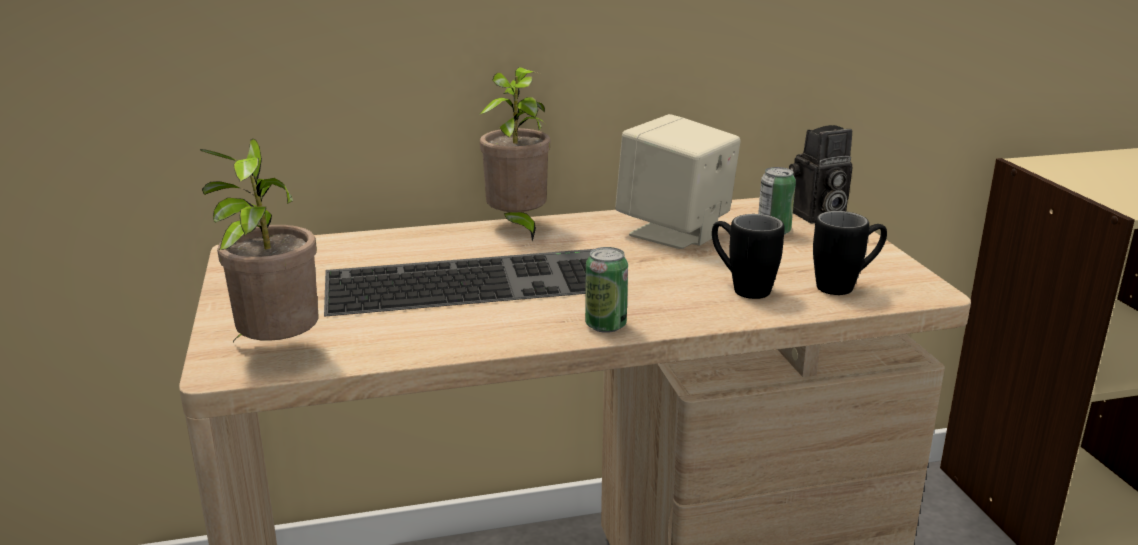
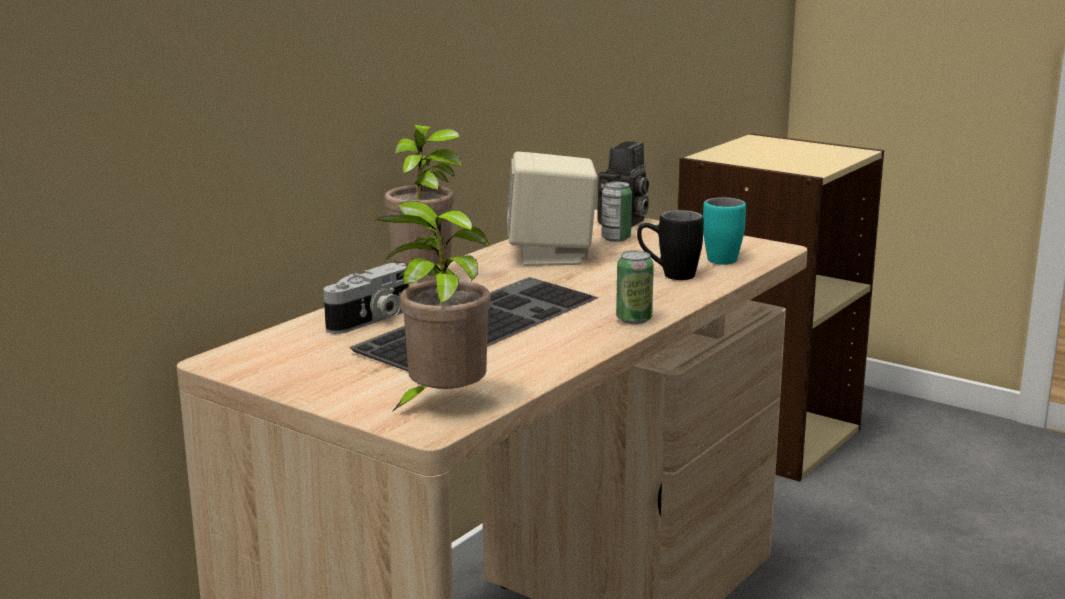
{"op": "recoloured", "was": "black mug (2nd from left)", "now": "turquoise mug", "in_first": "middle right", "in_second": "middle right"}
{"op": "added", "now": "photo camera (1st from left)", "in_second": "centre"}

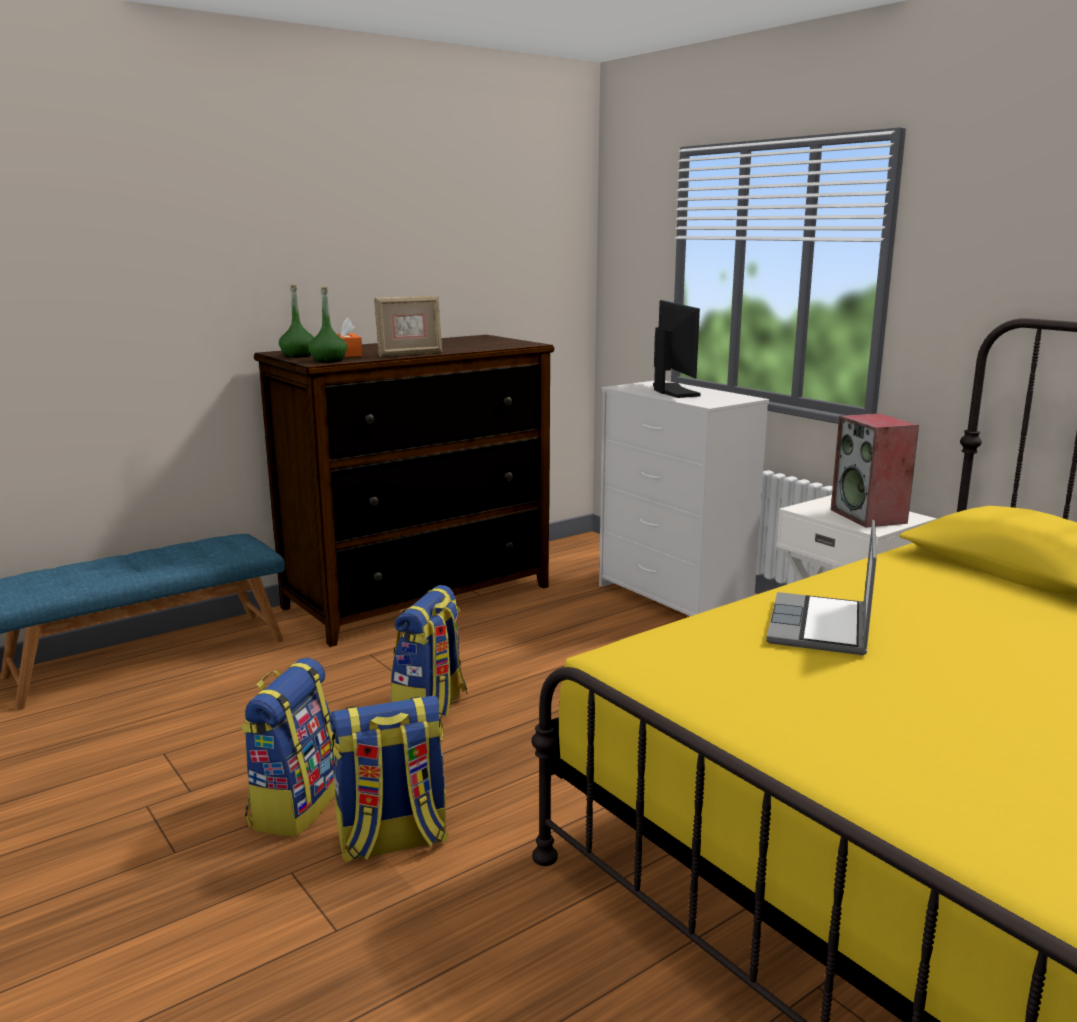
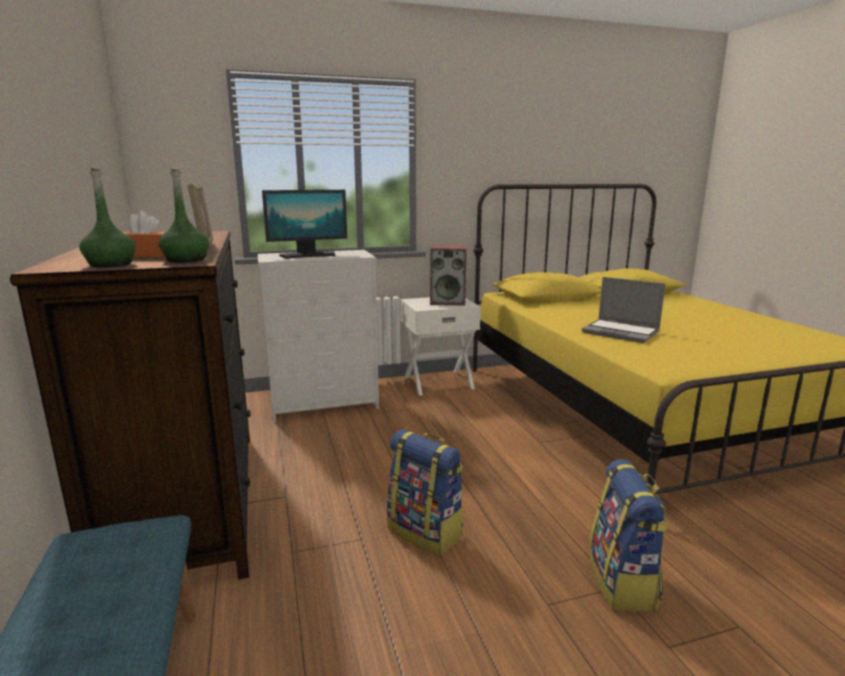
{"op": "removed", "was": "backpack (1st from left)", "in_first": "bottom left"}
{"op": "turned", "was": "monitor", "in_first": "centre", "in_second": "top centre", "clockwise": 150}

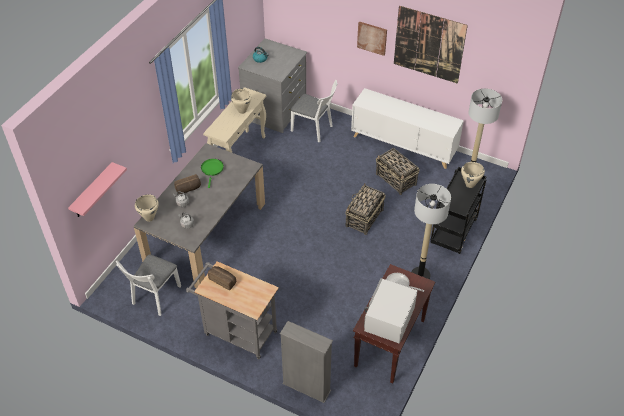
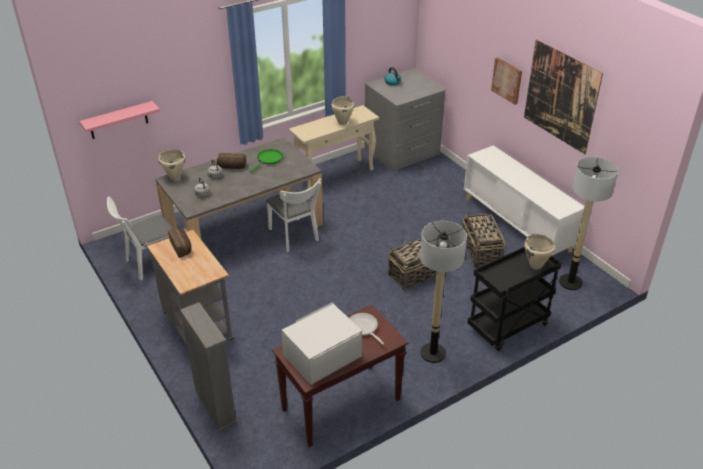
{"op": "moved", "was": "white chair (2nd from left)", "in_first": "top centre", "in_second": "centre"}

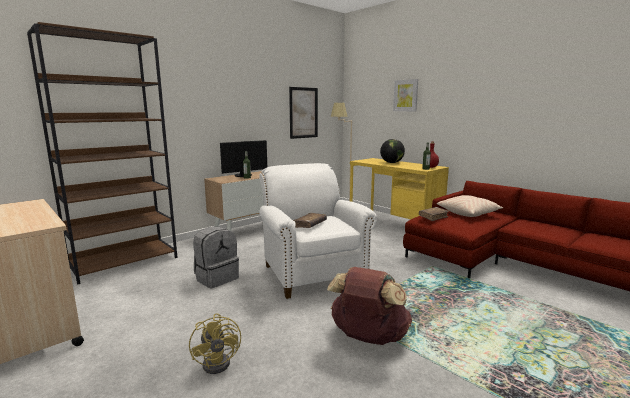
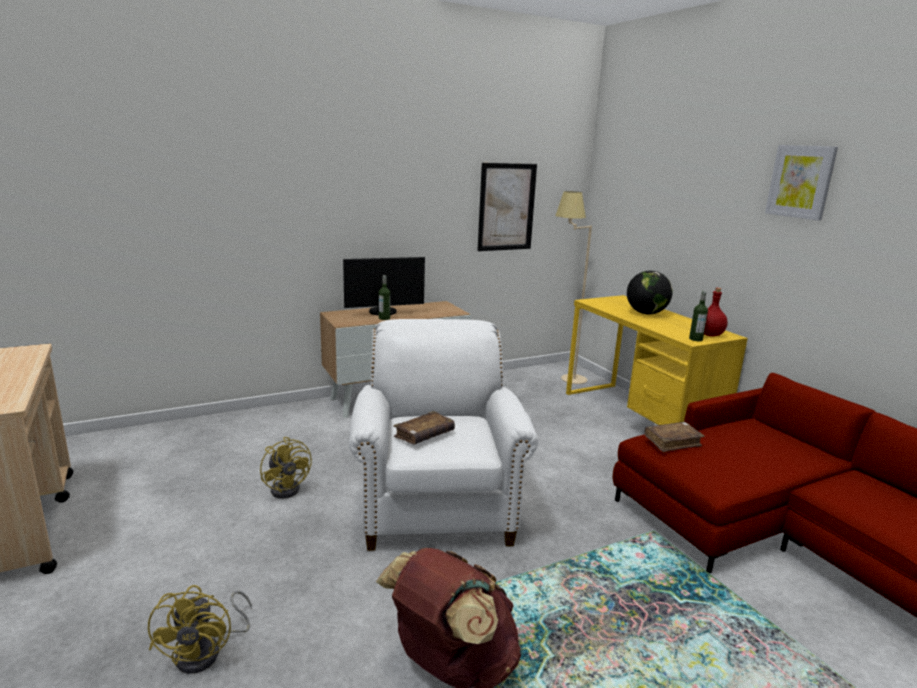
{"op": "removed", "was": "brown bookcase", "in_first": "middle left"}
{"op": "replaced", "was": "grey backpack", "now": "yellow fan (2nd from left)", "in_first": "centre", "in_second": "bottom left"}
{"op": "moved", "was": "picture (2nd from left)", "in_first": "top centre", "in_second": "top right"}
{"op": "removed", "was": "beige pillow", "in_first": "middle right"}

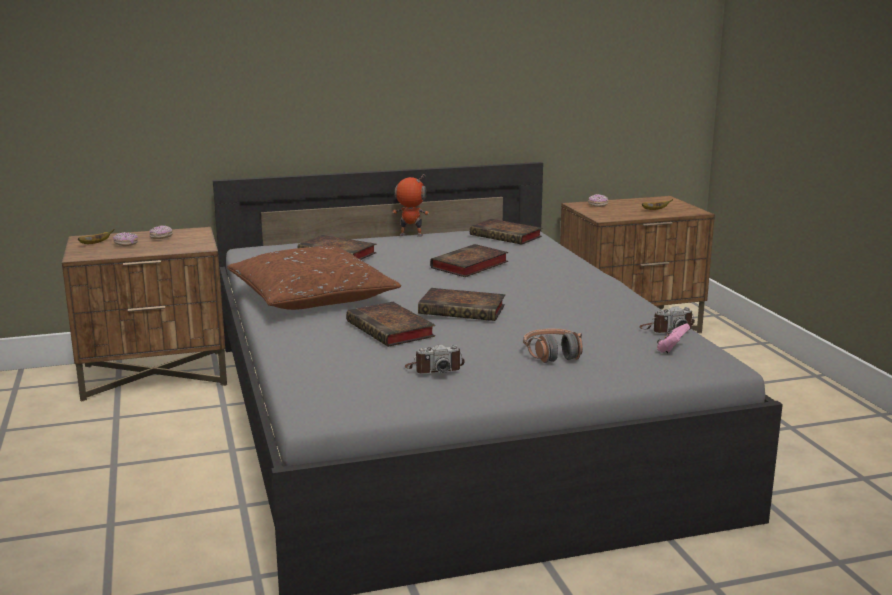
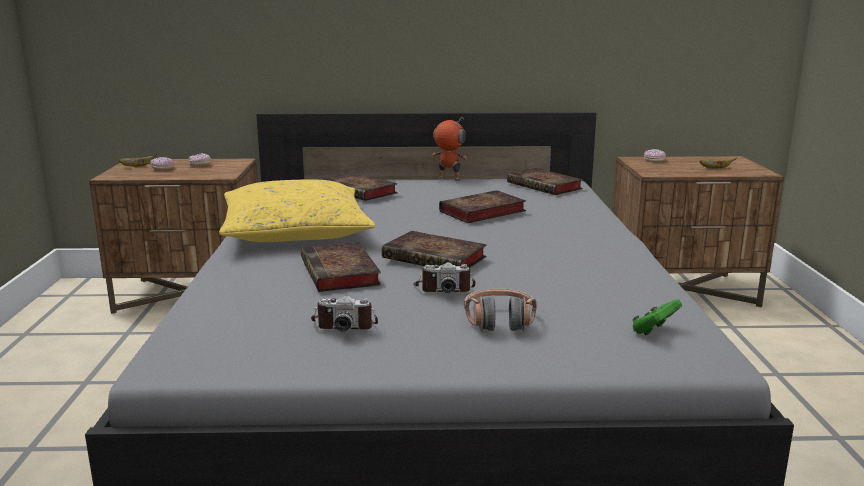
{"op": "recoloured", "was": "brown pillow", "now": "yellow pillow", "in_first": "centre", "in_second": "centre"}
{"op": "moved", "was": "photo camera (2nd from left)", "in_first": "middle right", "in_second": "centre"}
{"op": "recoloured", "was": "pink game controller", "now": "green game controller", "in_first": "middle right", "in_second": "middle right"}

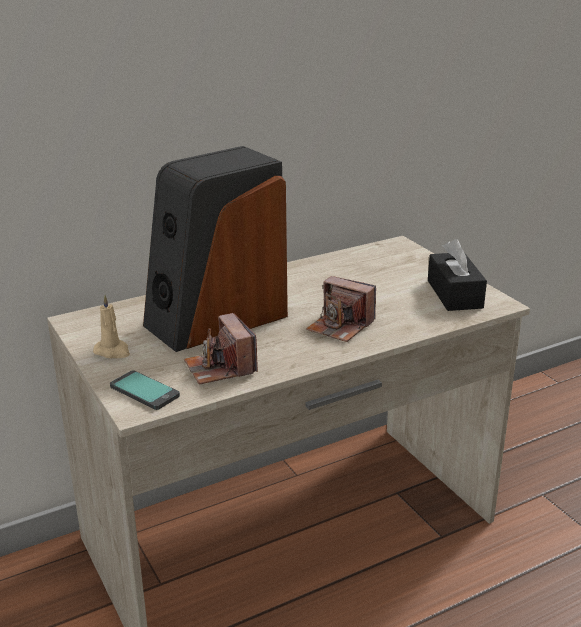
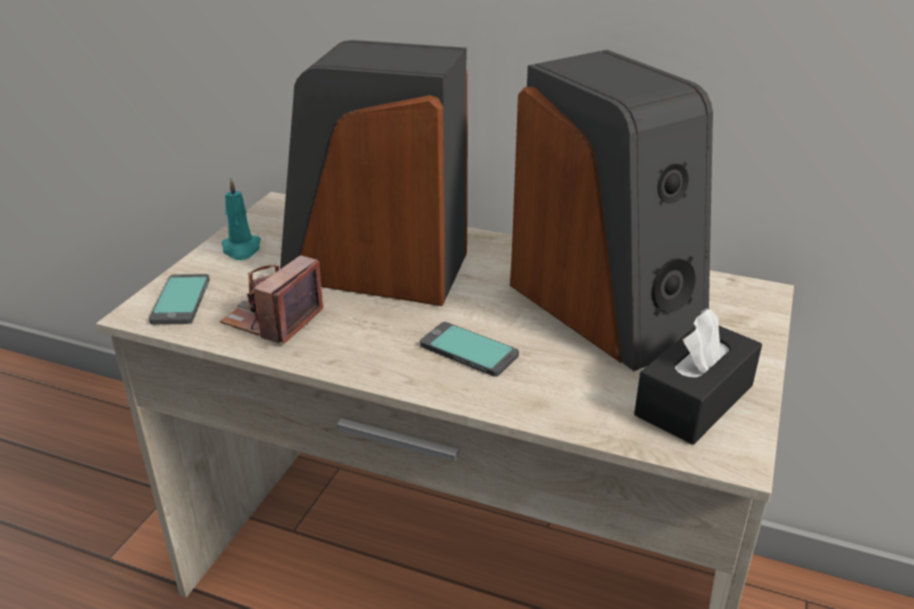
{"op": "recoloured", "was": "beige candle", "now": "turquoise candle", "in_first": "middle left", "in_second": "middle left"}
{"op": "replaced", "was": "photo camera (2nd from left)", "now": "phone (2nd from left)", "in_first": "centre", "in_second": "centre"}
{"op": "added", "now": "speaker (2nd from left)", "in_second": "middle right"}

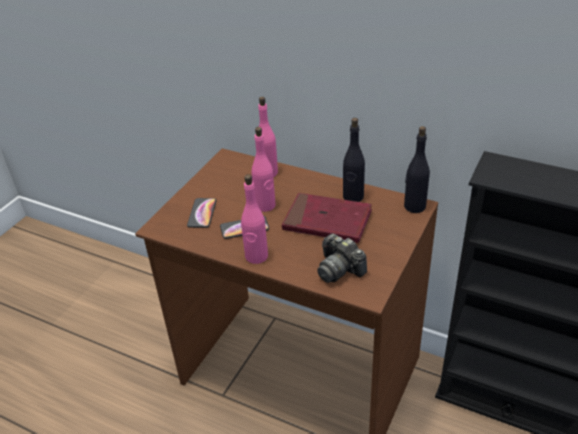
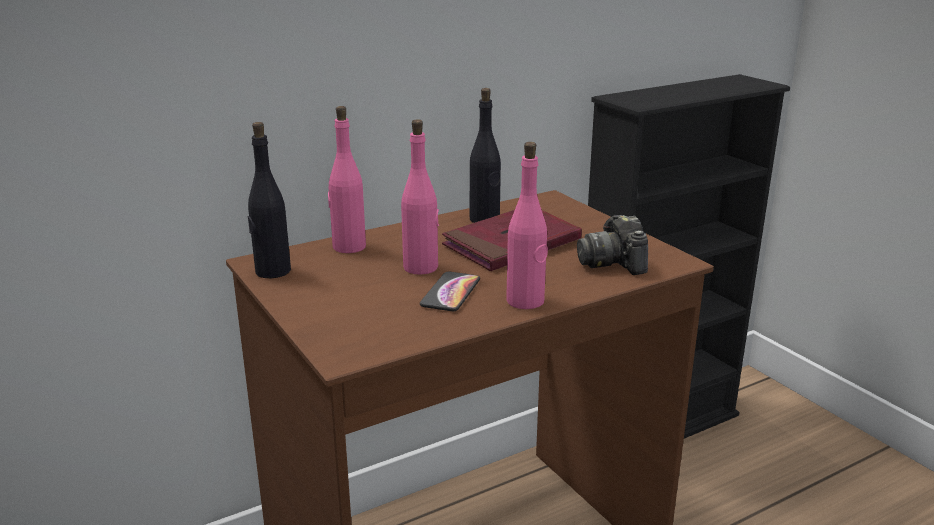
{"op": "removed", "was": "phone (1st from left)", "in_first": "centre"}
{"op": "turned", "was": "photo camera", "in_first": "centre", "in_second": "centre", "clockwise": 90}
{"op": "moved", "was": "black bottle (2nd from left in the first image)", "now": "black bottle (1st from left)", "in_first": "middle right", "in_second": "middle left"}

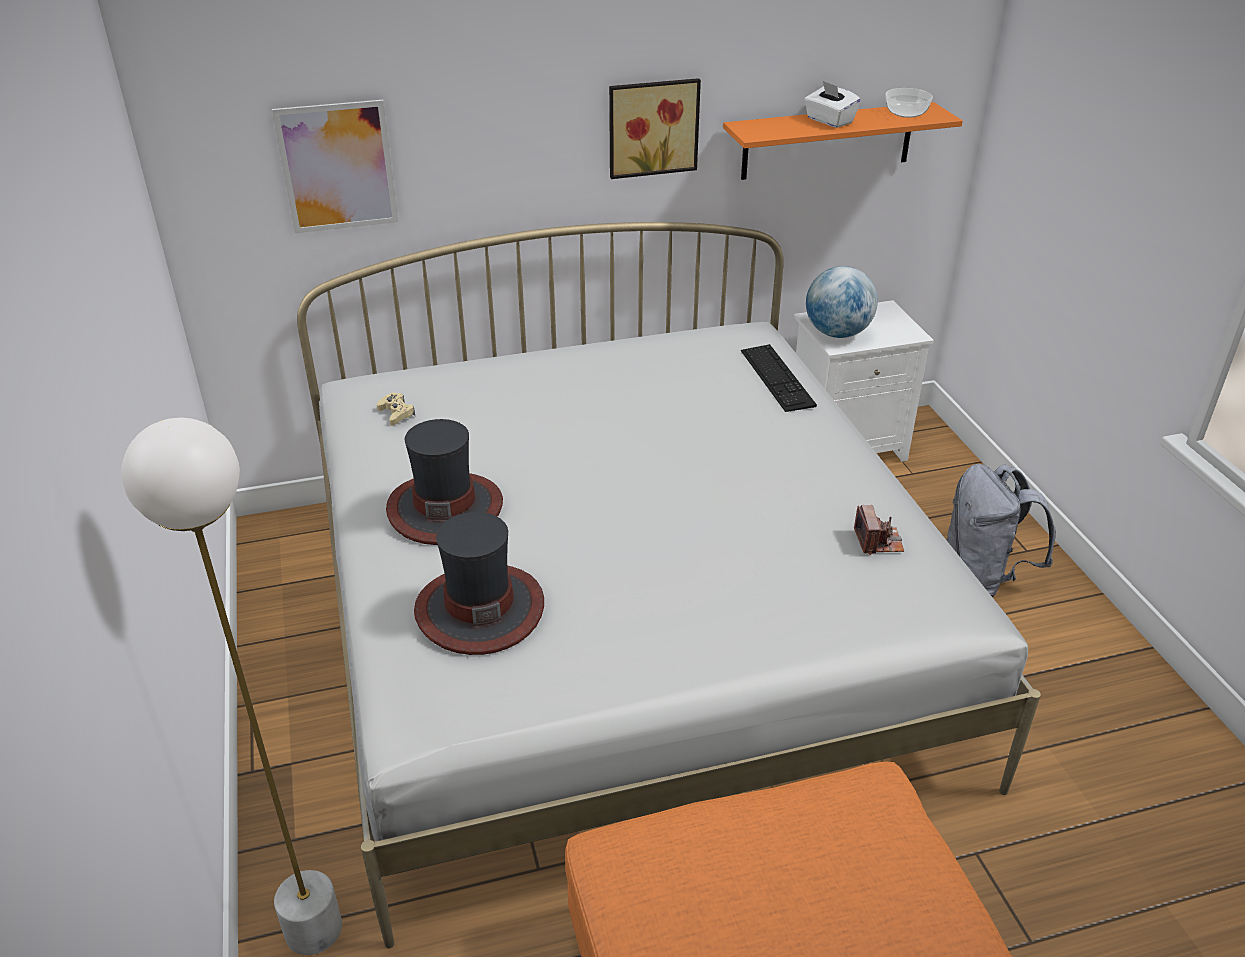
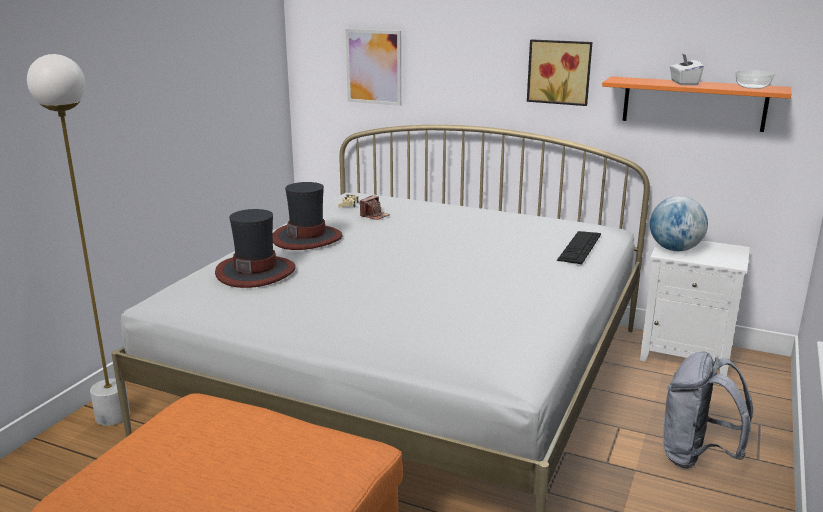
{"op": "moved", "was": "photo camera", "in_first": "middle right", "in_second": "centre"}

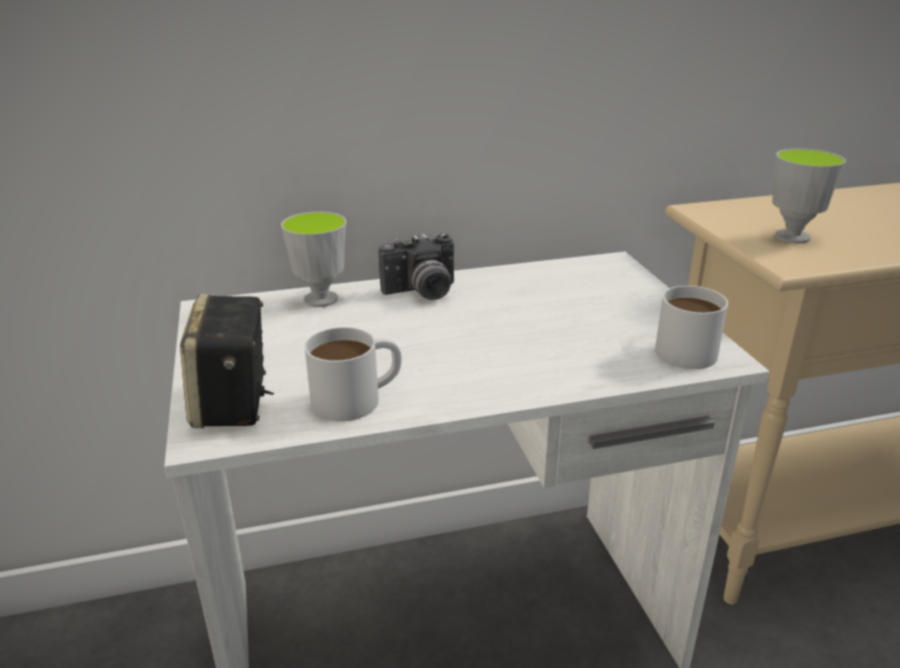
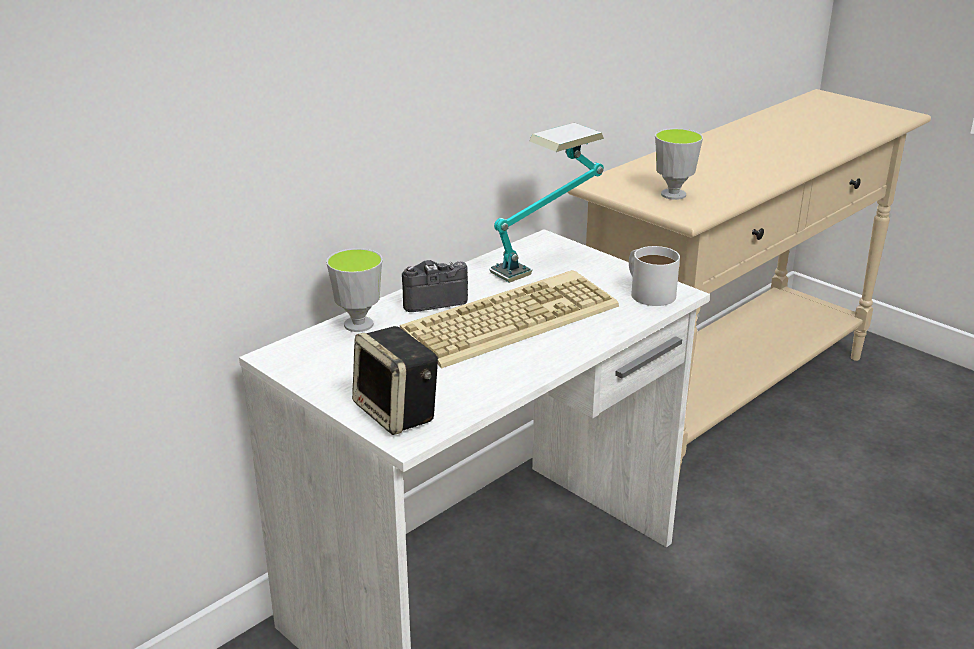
{"op": "removed", "was": "white mug (1st from left)", "in_first": "centre"}
{"op": "turned", "was": "photo camera", "in_first": "centre", "in_second": "centre", "clockwise": -150}
{"op": "added", "now": "keyboard", "in_second": "centre"}
{"op": "added", "now": "table lamp", "in_second": "top centre"}

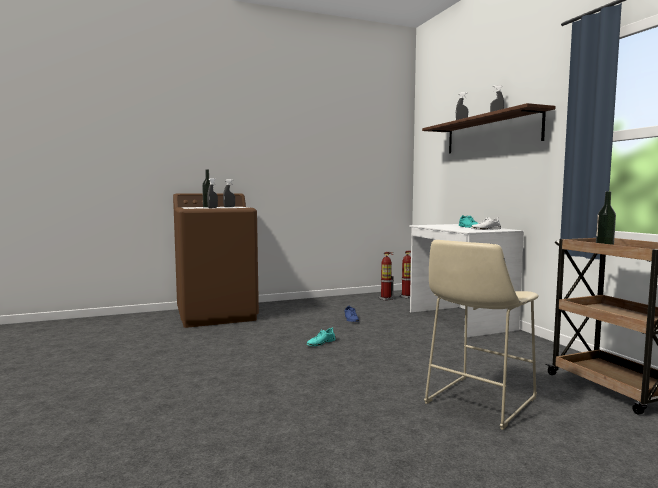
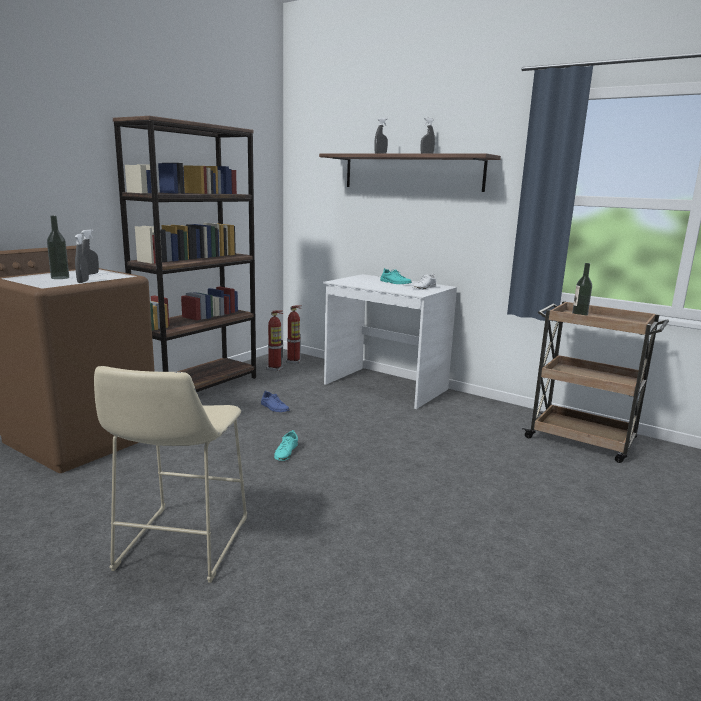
{"op": "moved", "was": "beige stool", "in_first": "bottom right", "in_second": "bottom left"}
{"op": "added", "now": "brown bookcase", "in_second": "middle left"}

